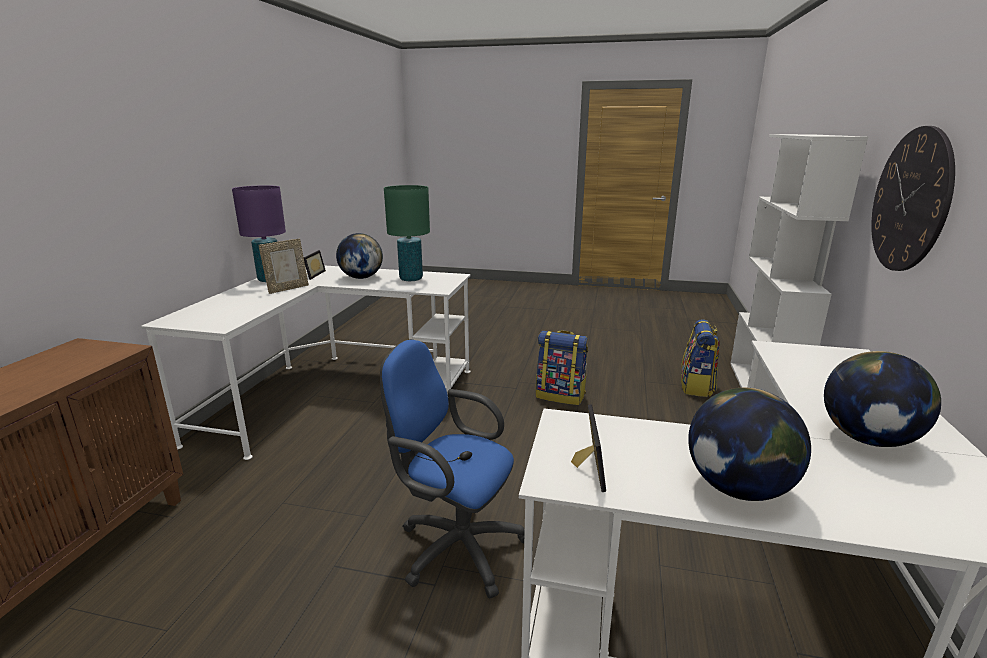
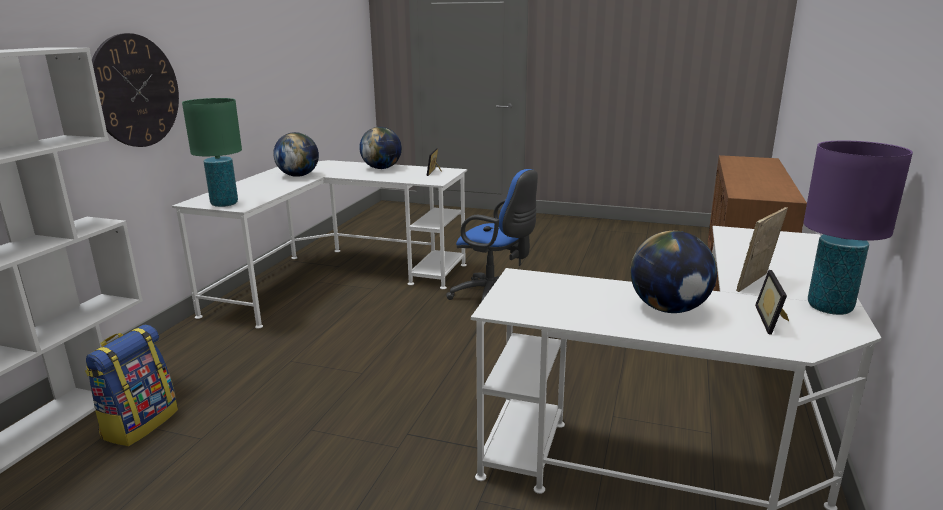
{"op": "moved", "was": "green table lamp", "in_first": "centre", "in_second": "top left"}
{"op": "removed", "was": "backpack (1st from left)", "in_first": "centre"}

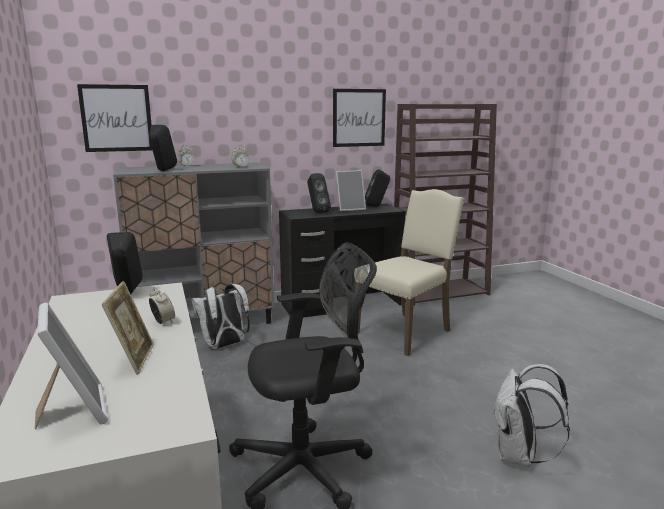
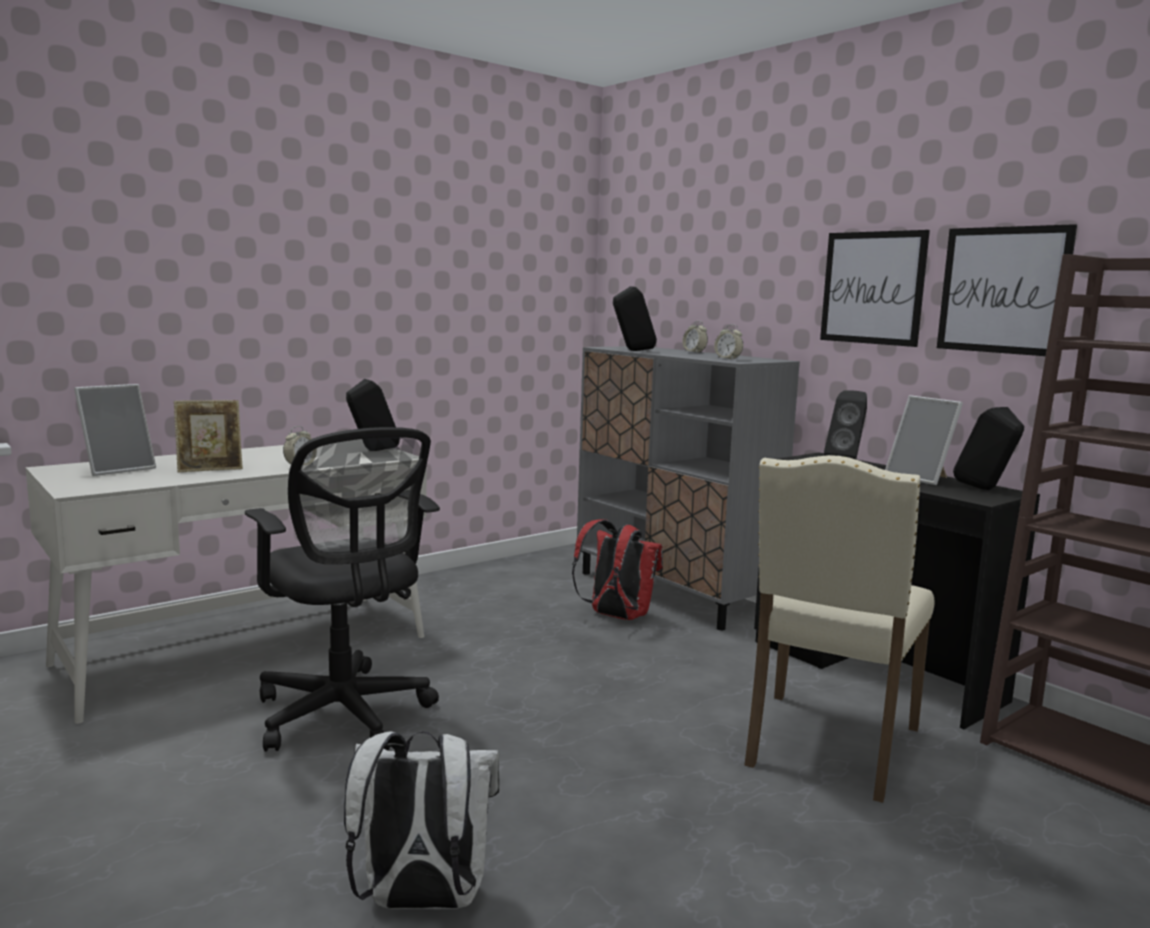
{"op": "moved", "was": "picture (1st from left)", "in_first": "top left", "in_second": "top right"}
{"op": "recoloured", "was": "white backpack (1st from left)", "now": "red backpack", "in_first": "middle left", "in_second": "centre"}
{"op": "turned", "was": "beige chair", "in_first": "centre", "in_second": "bottom right", "clockwise": 90}

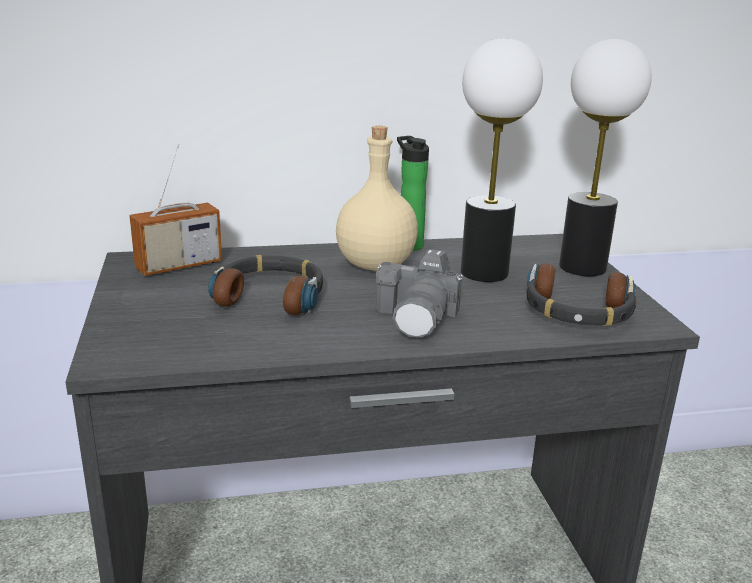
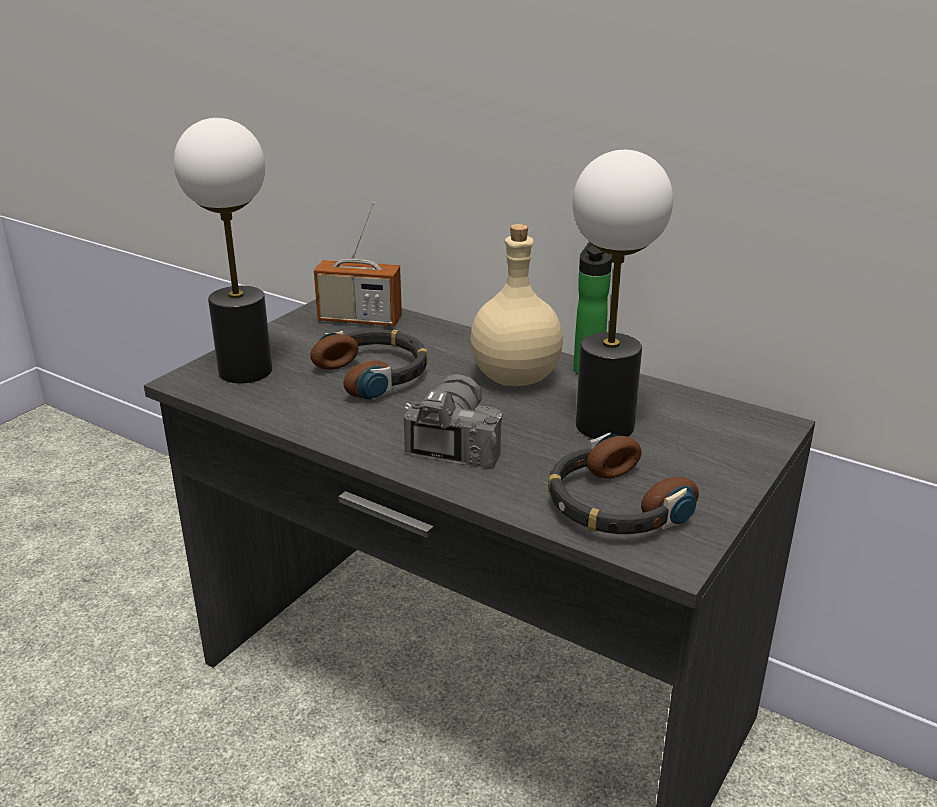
{"op": "turned", "was": "photo camera", "in_first": "centre", "in_second": "centre", "clockwise": 135}
{"op": "moved", "was": "table lamp (2nd from left in the first image)", "now": "table lamp (1st from left)", "in_first": "top right", "in_second": "top left"}

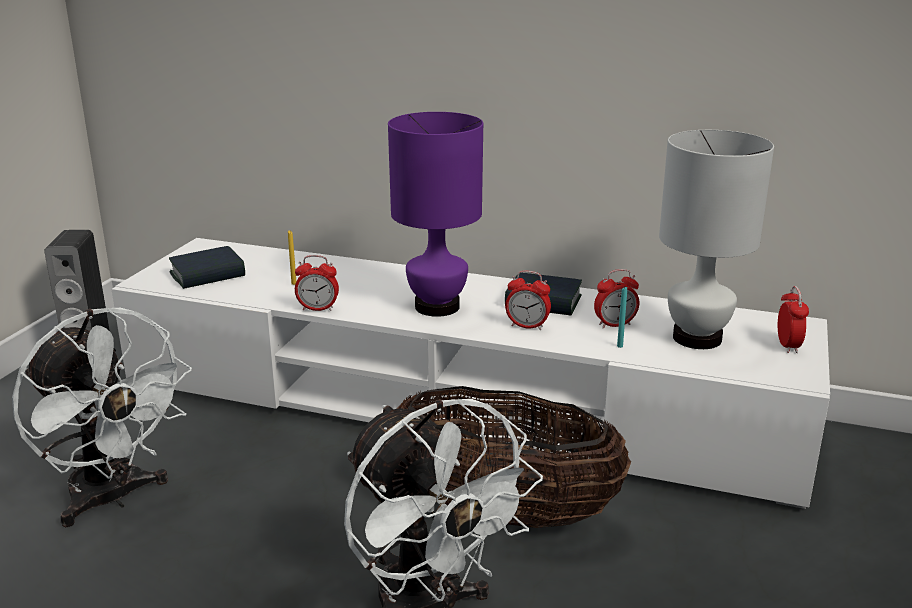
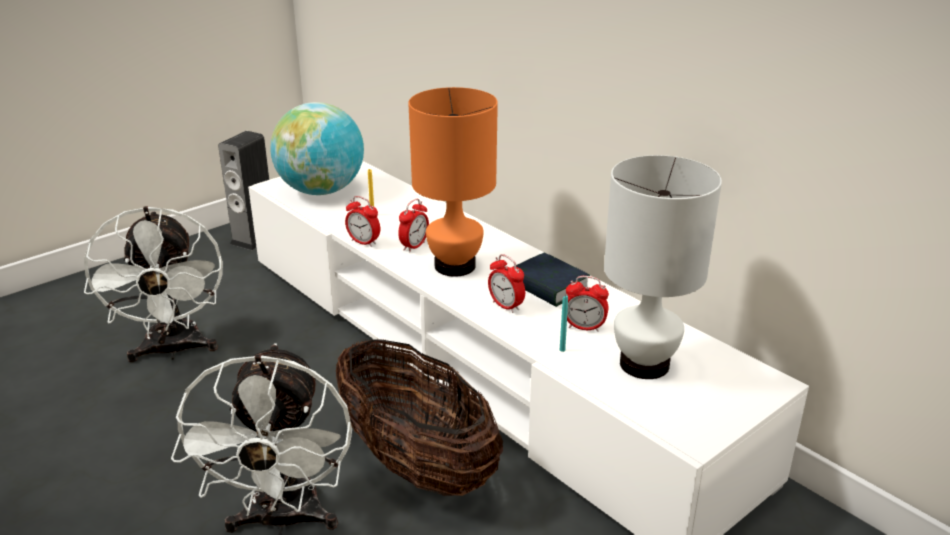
{"op": "replaced", "was": "book (1st from left)", "now": "globe", "in_first": "middle left", "in_second": "top centre"}
{"op": "recoloured", "was": "purple table lamp", "now": "orange table lamp", "in_first": "centre", "in_second": "centre"}
{"op": "moved", "was": "alarm clock (4th from left in the first image)", "now": "alarm clock (2nd from left)", "in_first": "middle right", "in_second": "centre"}

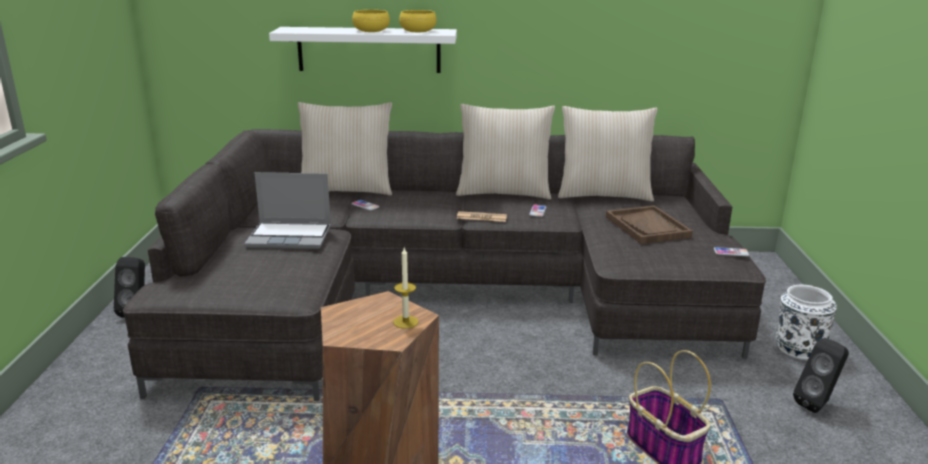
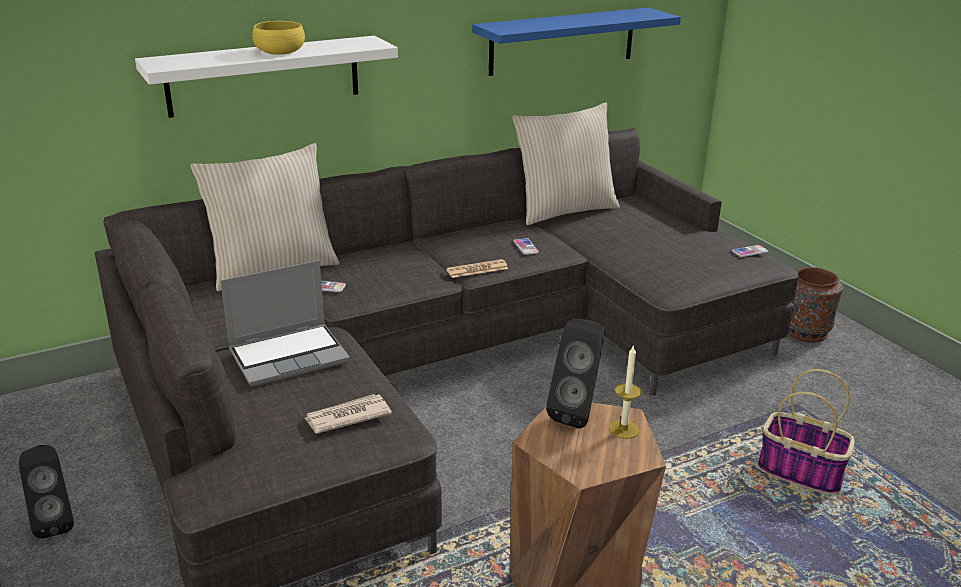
{"op": "removed", "was": "yellow bowl (2nd from left)", "in_first": "top centre"}
{"op": "removed", "was": "beige pillow (2nd from left)", "in_first": "top centre"}
{"op": "removed", "was": "brown tray", "in_first": "middle right"}
{"op": "recoloured", "was": "white vase", "now": "brown vase", "in_first": "bottom right", "in_second": "middle right"}
{"op": "moved", "was": "black speaker (2nd from left)", "in_first": "bottom right", "in_second": "centre"}
{"op": "added", "now": "newspaper (1st from left)", "in_second": "bottom centre"}
{"op": "added", "now": "blue shelf", "in_second": "top centre"}

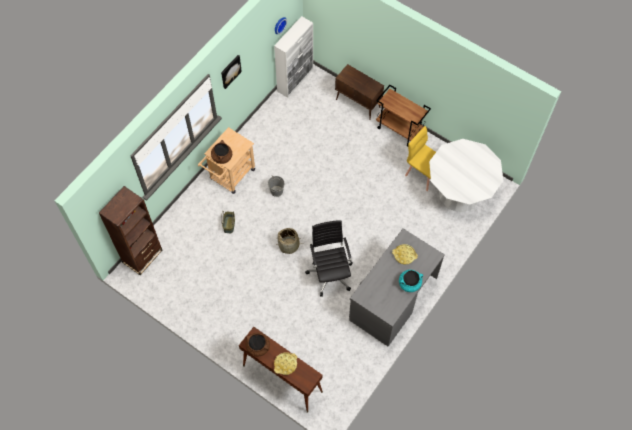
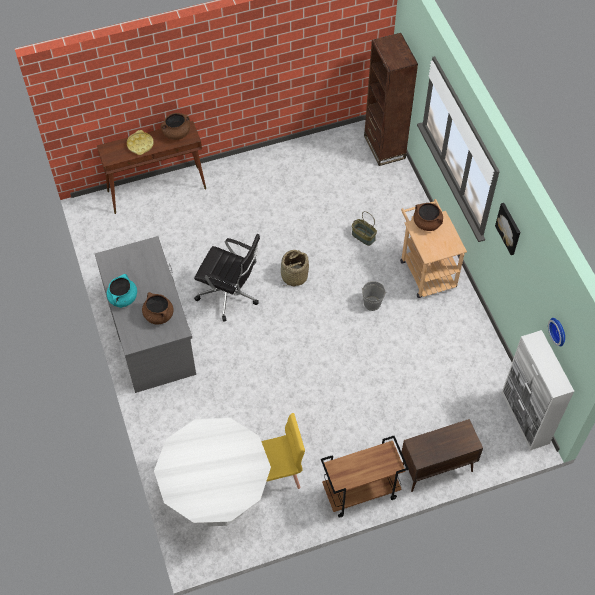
{"op": "replaced", "was": "yellow tray (2nd from left)", "now": "brown cooking pot (1st from left)", "in_first": "centre", "in_second": "middle left"}

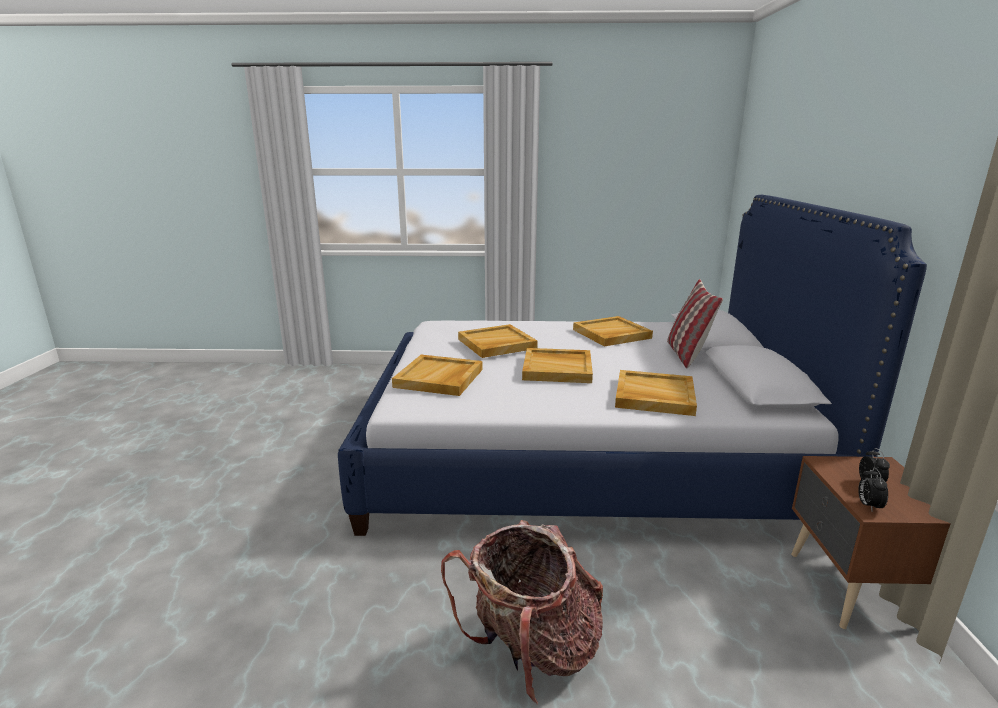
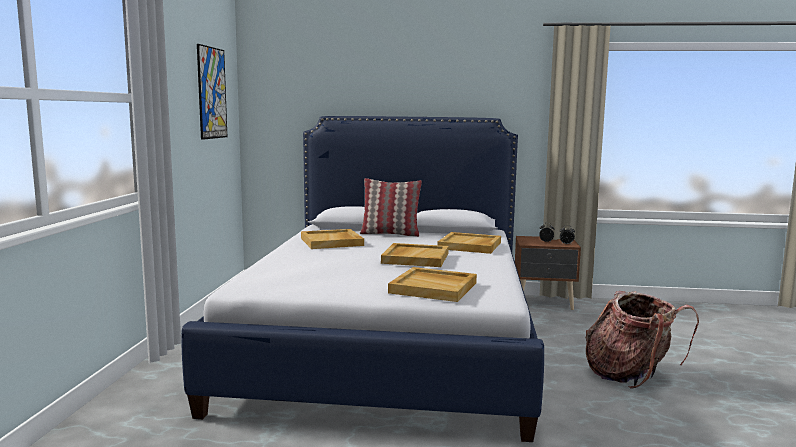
{"op": "removed", "was": "beige tray (2nd from left)", "in_first": "centre"}
{"op": "added", "now": "picture", "in_second": "top left"}

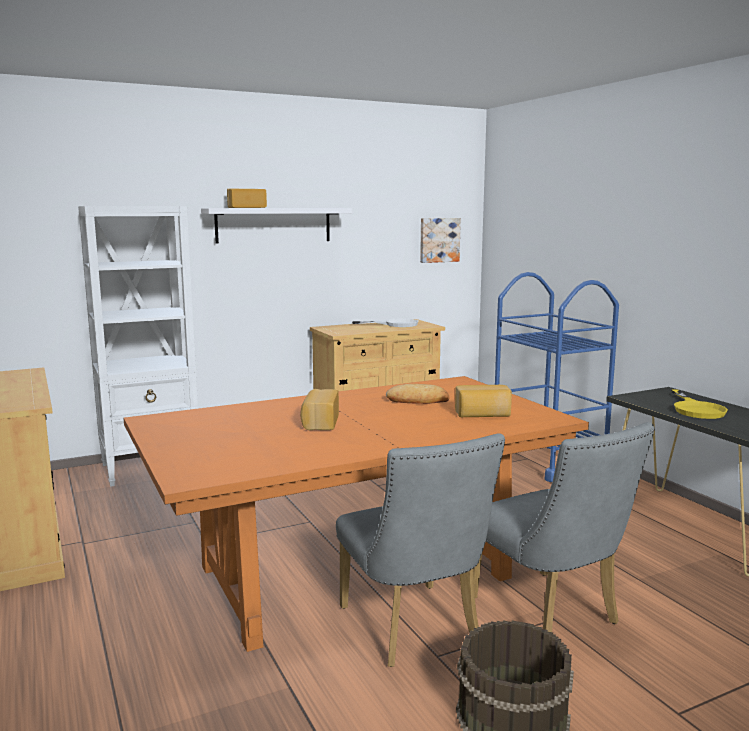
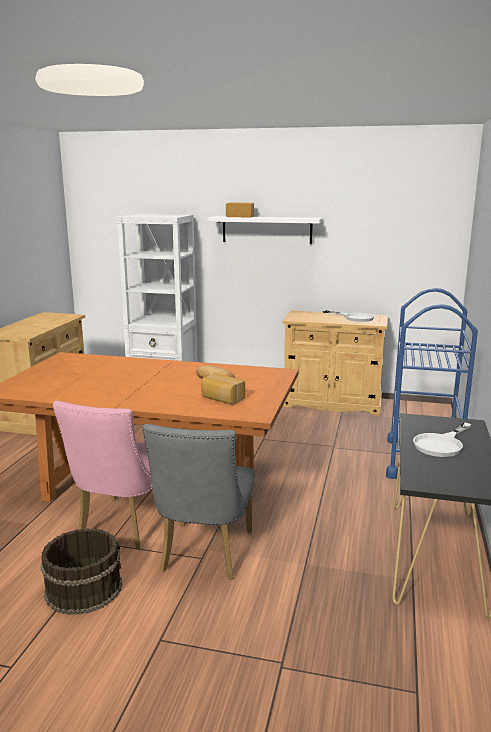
{"op": "removed", "was": "bread (2nd from left)", "in_first": "centre"}
{"op": "recoloured", "was": "grey chair (1st from left)", "now": "pink chair", "in_first": "bottom centre", "in_second": "middle left"}
{"op": "removed", "was": "picture", "in_first": "top centre"}
{"op": "recoloured", "was": "yellow frying pan", "now": "white frying pan (2nd from left)", "in_first": "middle right", "in_second": "middle right"}

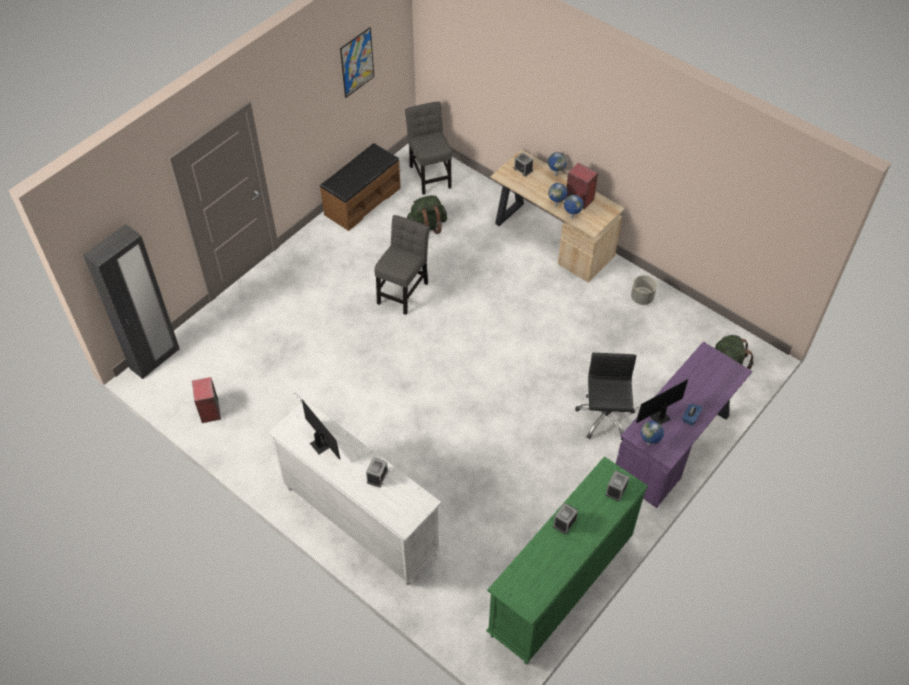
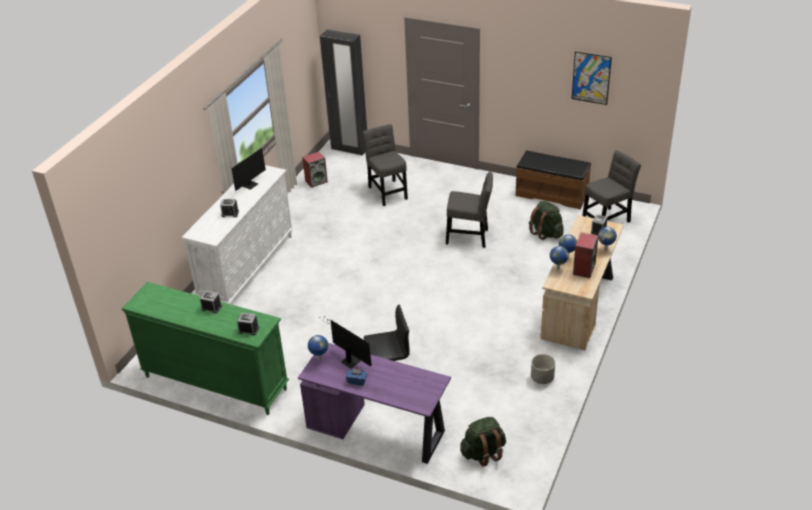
{"op": "added", "now": "grey chair (1st from left)", "in_second": "top centre"}

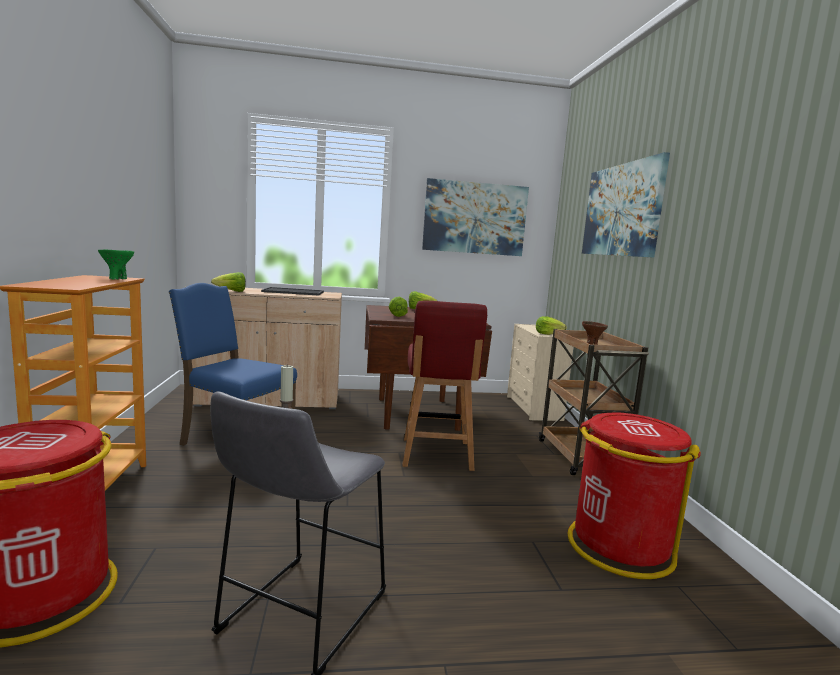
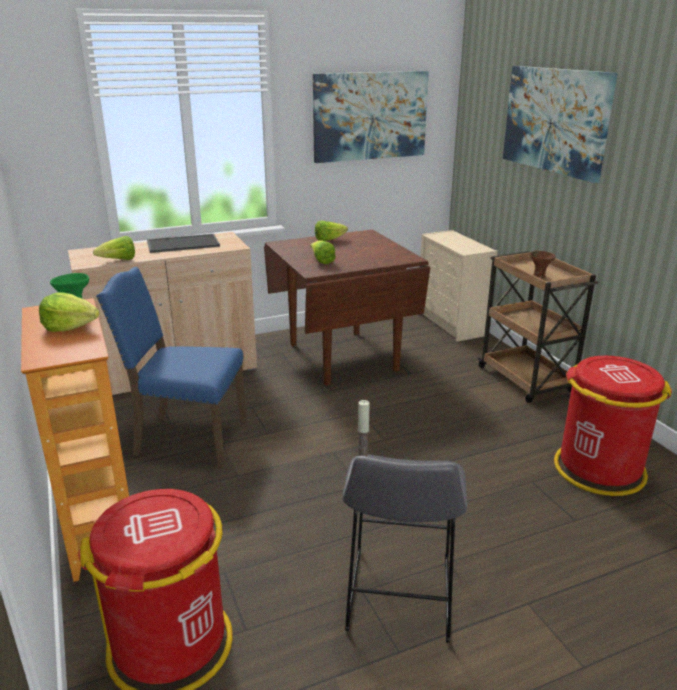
{"op": "removed", "was": "red chair", "in_first": "centre"}
{"op": "moved", "was": "lettuce (4th from left in the first image)", "now": "lettuce (1st from left)", "in_first": "centre", "in_second": "middle left"}

